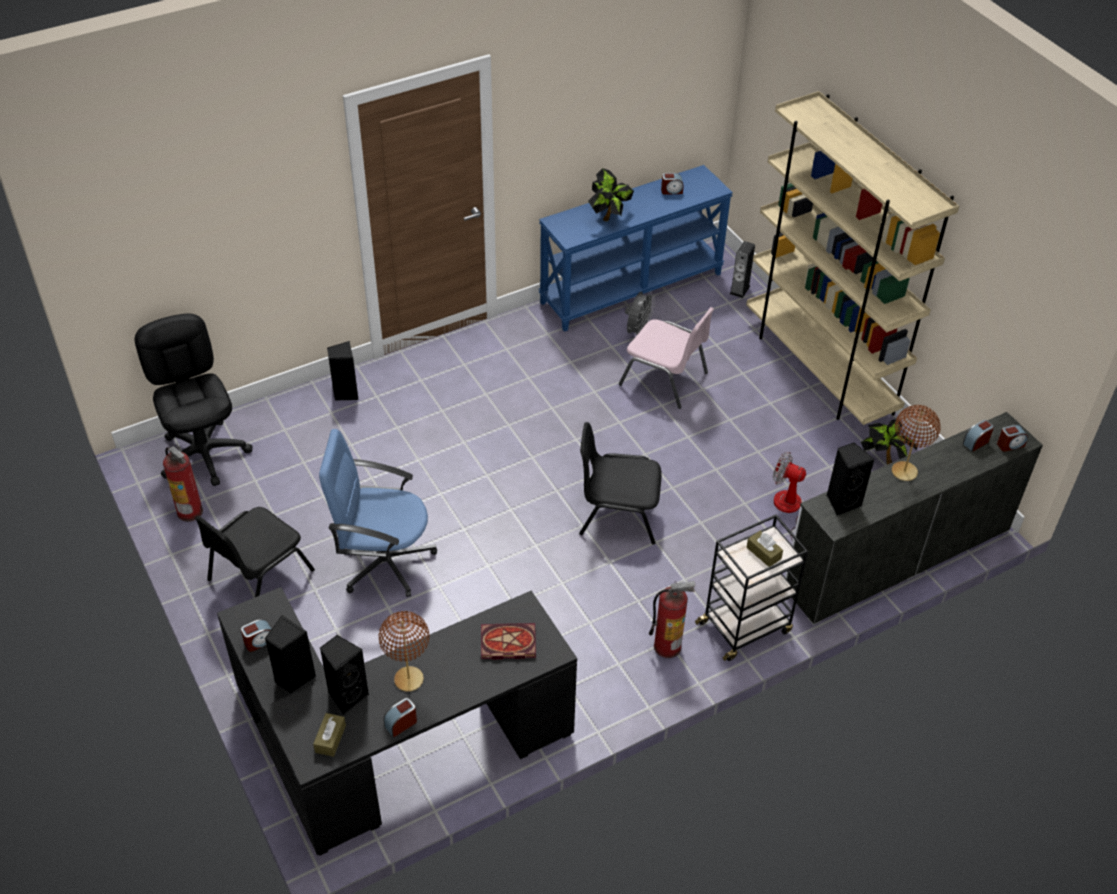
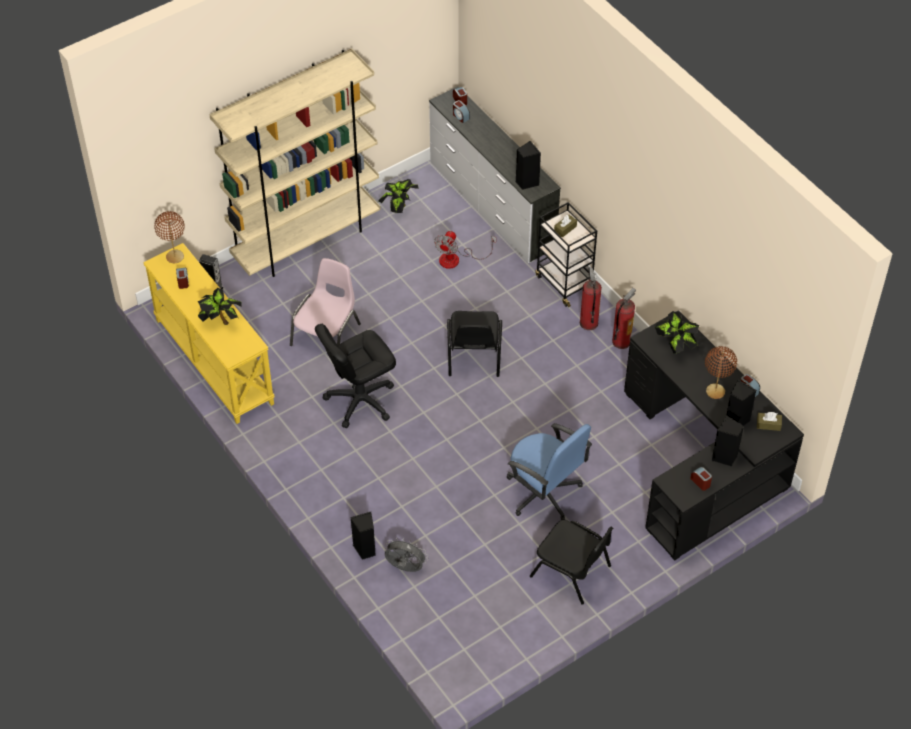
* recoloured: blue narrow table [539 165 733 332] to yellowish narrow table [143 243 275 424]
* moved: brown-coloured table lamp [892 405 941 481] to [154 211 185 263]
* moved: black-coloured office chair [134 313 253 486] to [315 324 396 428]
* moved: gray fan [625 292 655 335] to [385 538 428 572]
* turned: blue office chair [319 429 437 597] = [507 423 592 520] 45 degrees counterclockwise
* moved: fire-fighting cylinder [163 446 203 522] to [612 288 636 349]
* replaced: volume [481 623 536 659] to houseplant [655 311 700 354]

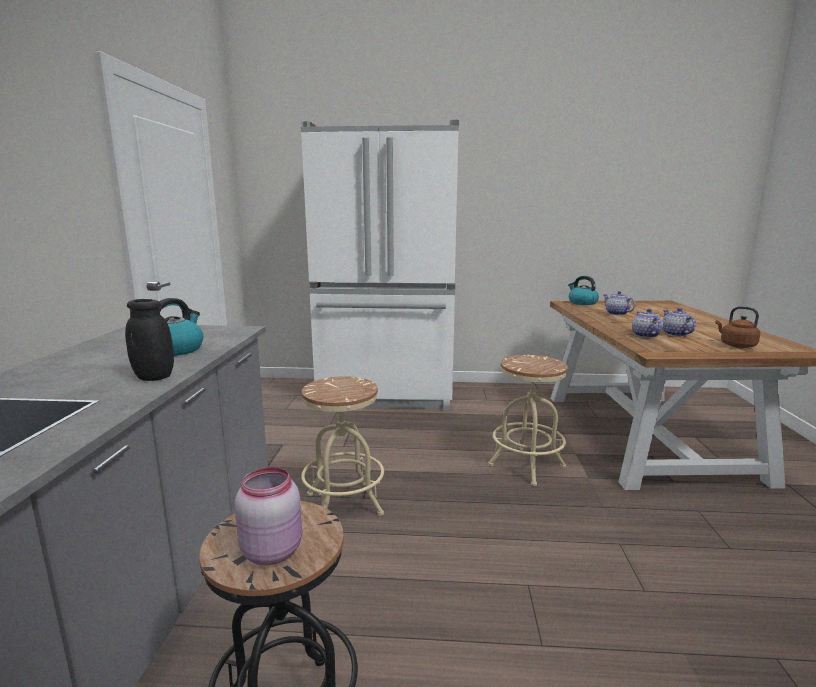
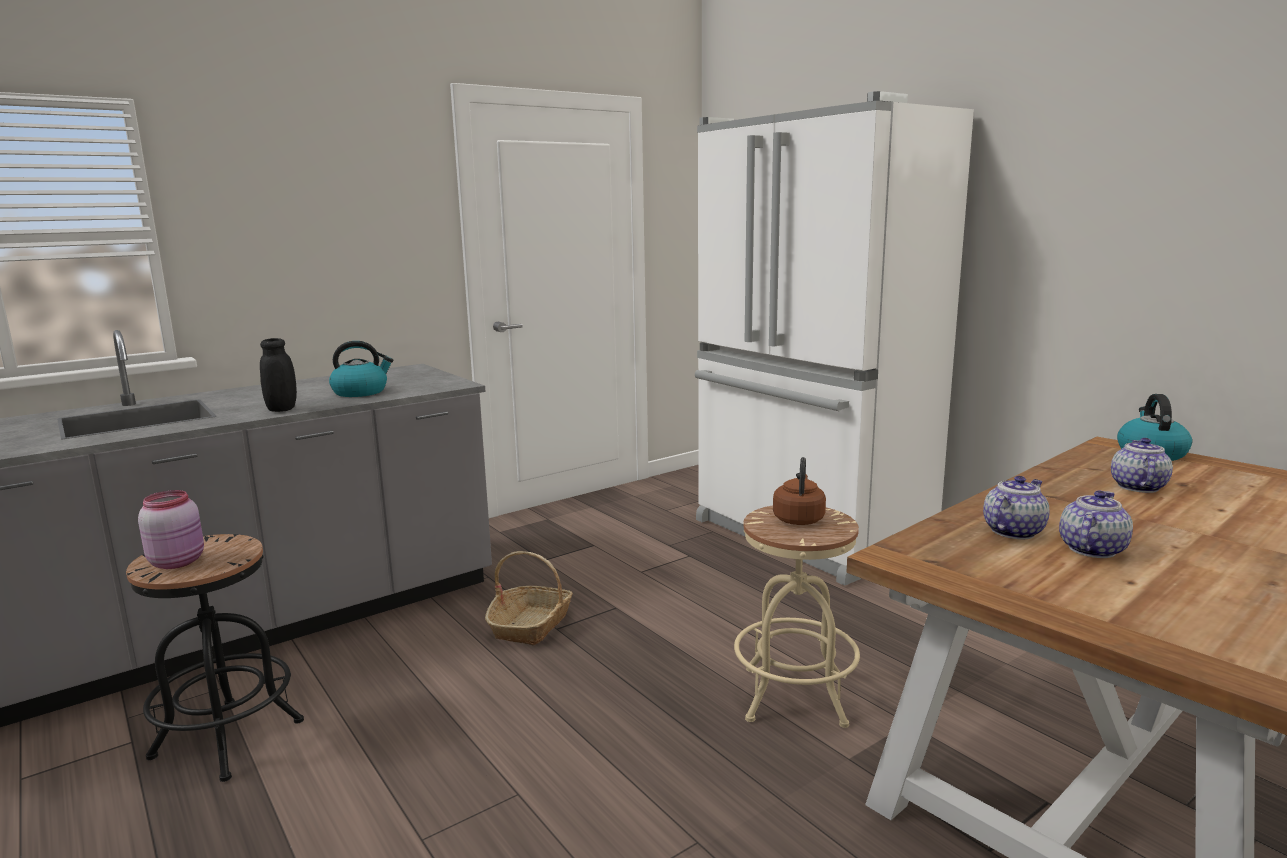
* replaced: beige sitting stool [301 376 384 516] to household basket [485 551 573 645]
* moved: brown-coloured water kettle [715 306 760 348] to [773 457 826 525]

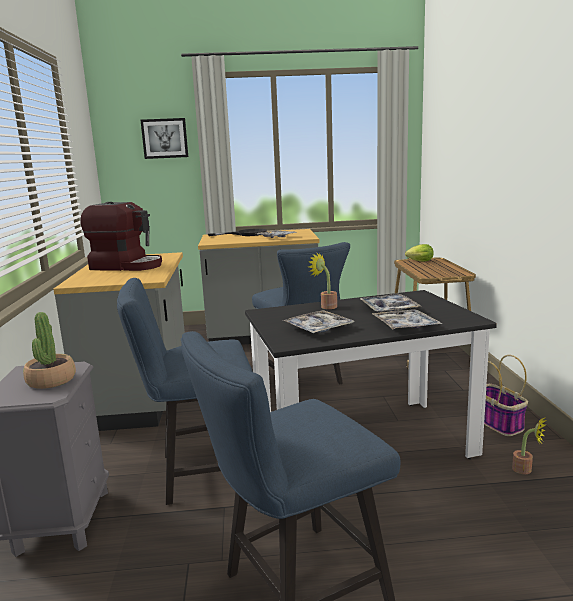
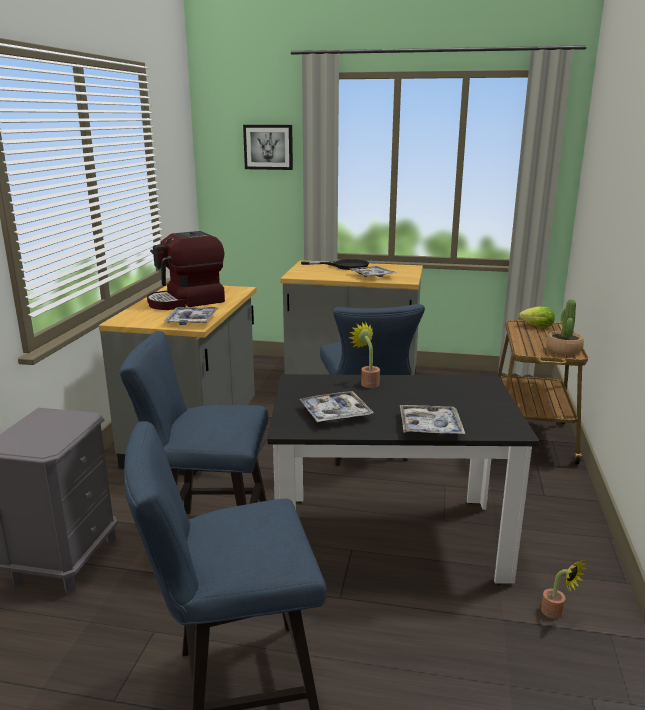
* turned: coffee brewer [80 202 162 271] = [147 231 225 310] 120 degrees clockwise
* moved: carrying tray [360 294 421 312] to [164 307 218 325]
* moved: houseplant [23 312 76 389] to [546 299 584 355]
* removed: household basket [484 355 528 436]

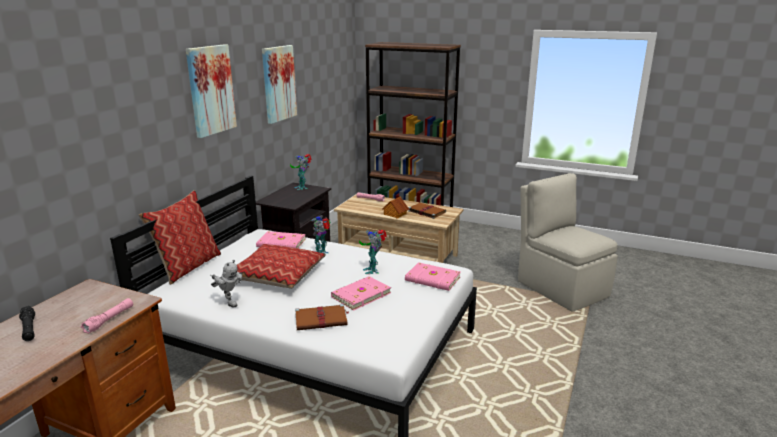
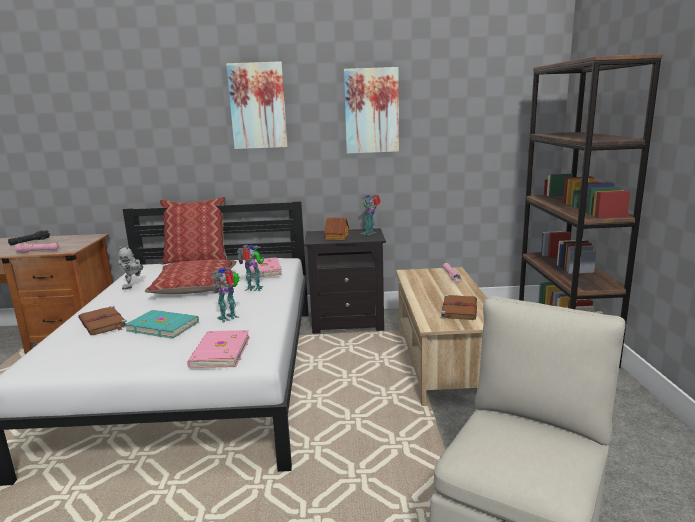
* recoloured: pink-coloured volume [331 276 391 311] to turquoise volume [124 310 199 339]
* moved: miniature house [382 196 409 218] to [324 218 349 240]

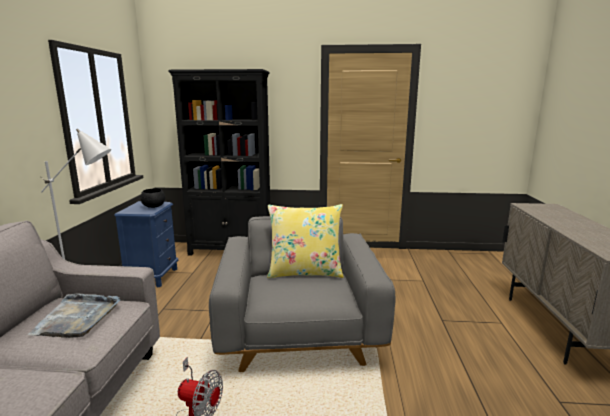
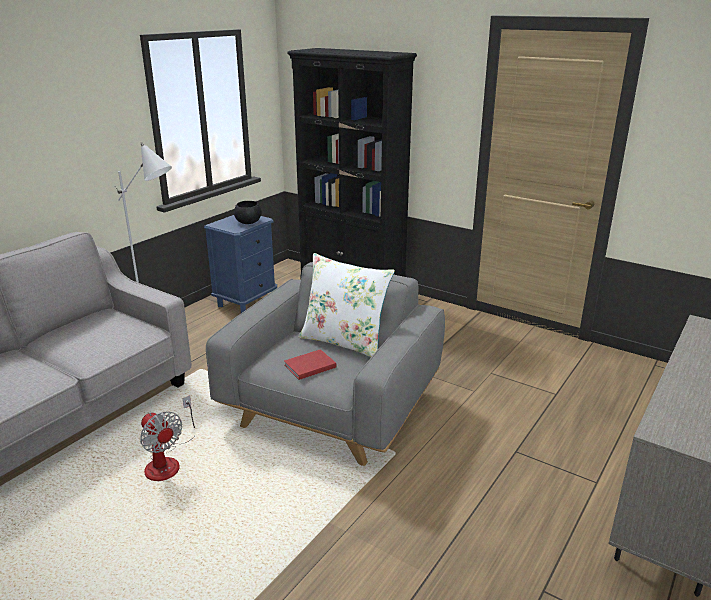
* added: red-coloured volume [284 349 336 380]
* recoloured: yellowish pillow [267 204 344 278] to whitish pillow [299 253 395 357]
* removed: gray carrying tray [28 293 120 338]

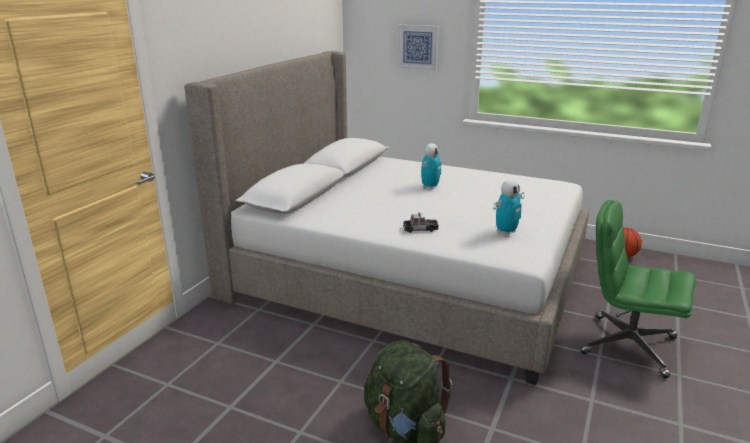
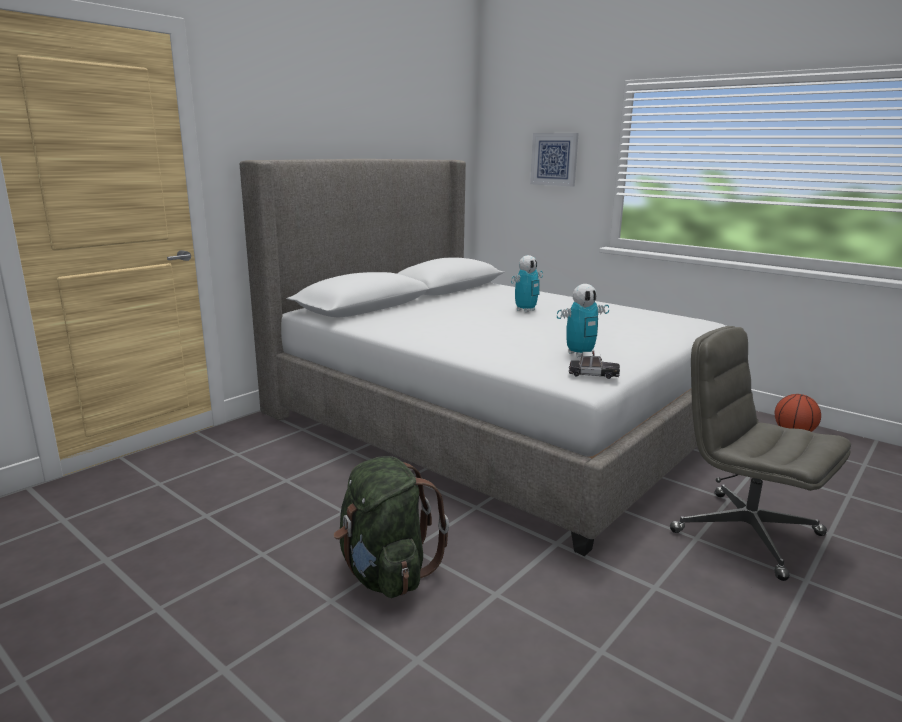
* moved: model car [403 213 439 233] to [569 349 620 379]
* recoloured: green-coloured office chair [581 200 696 378] to gray office chair [670 326 851 581]

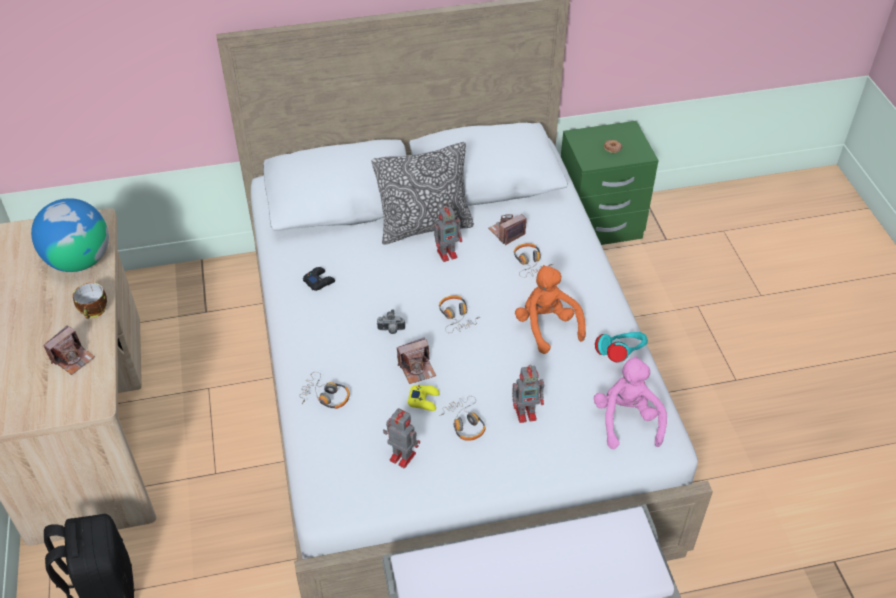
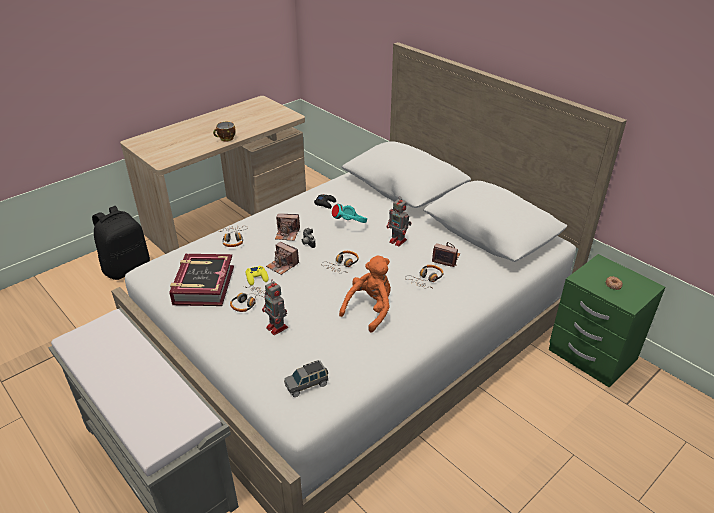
* replaced: robot figure [383 408 420 468] to volume [169 254 234 306]
* moved: still camera [43 325 95 375] to [275 214 300 241]
* replaced: pink-coloured soft toy [594 356 667 449] to gray model car [284 360 328 397]
* moved: turquoise headset [595 332 648 363] to [332 204 367 223]
* removed: desk globe [31 198 109 272]
* removed: pillow [372 142 474 245]

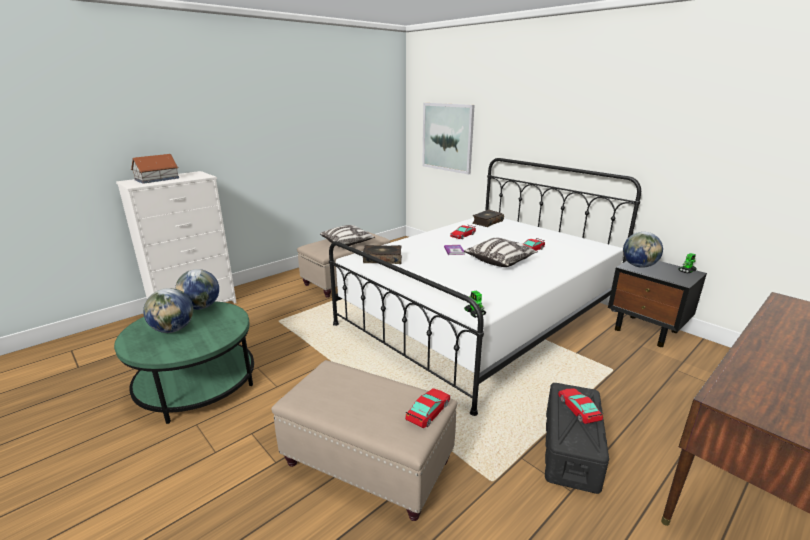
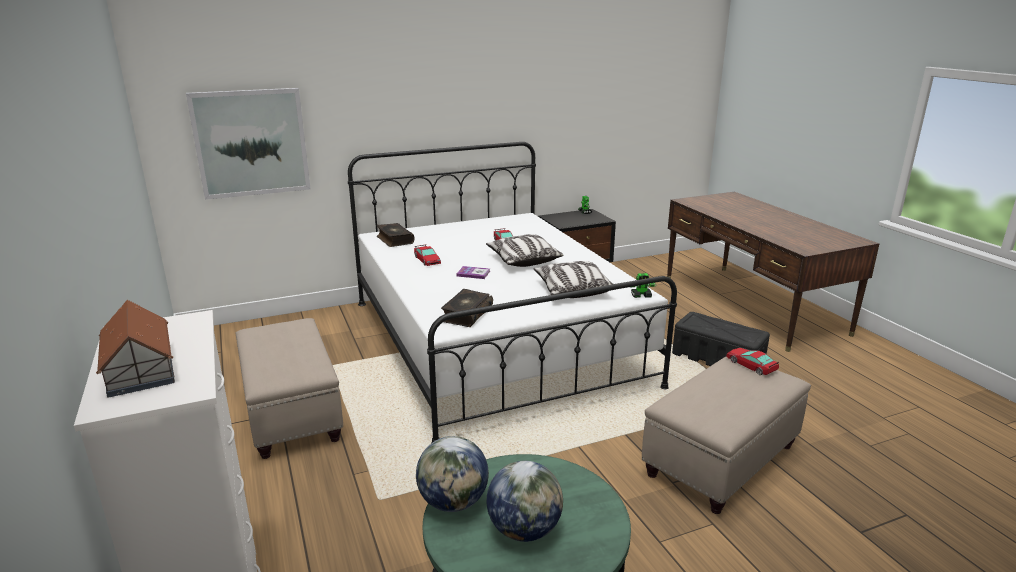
* moved: pillow [320 225 375 246] to [534 261 613 298]
* removed: model car [558 388 603 424]
* removed: desk globe [623 232 663 268]

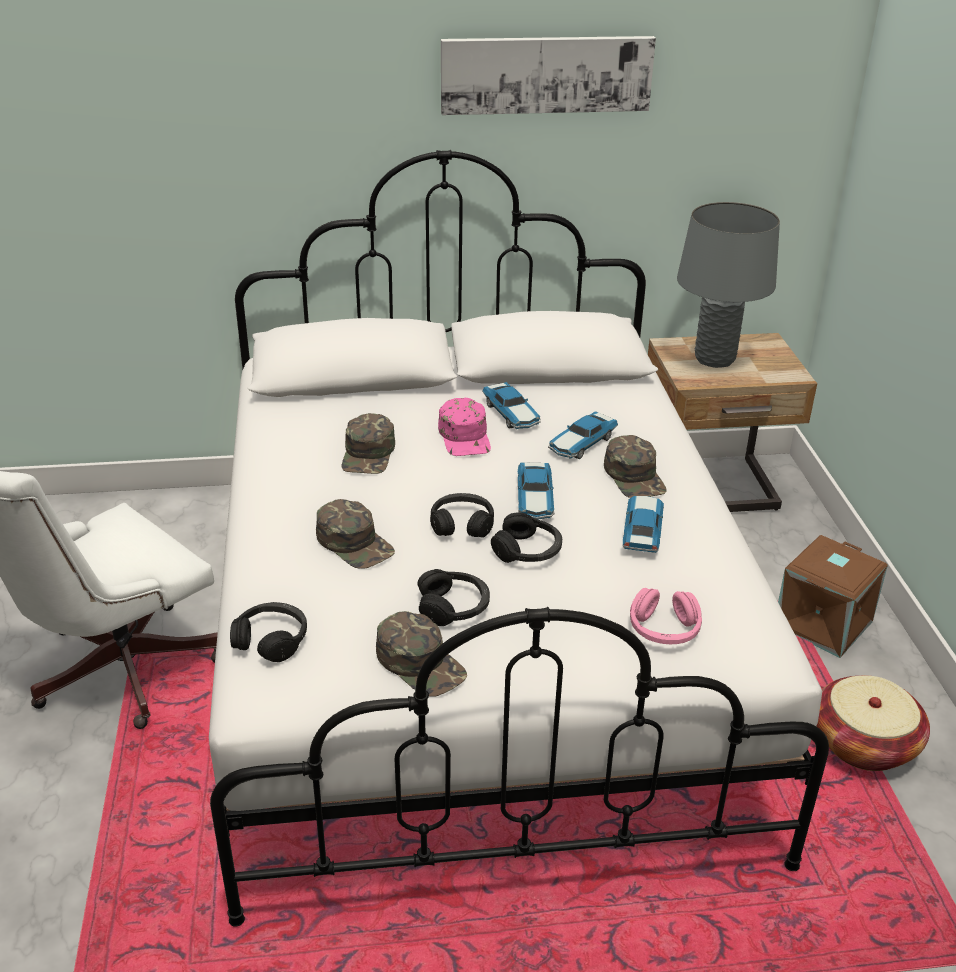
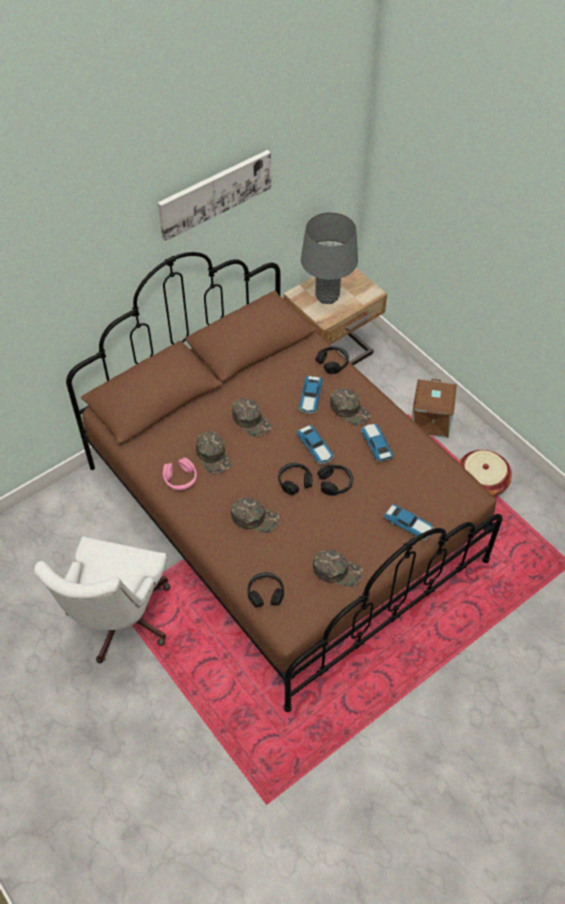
* recoloured: whitish bed [209 150 829 927] to brown-coloured bed [66 252 503 712]
* moved: pink-coloured headset [630 588 702 644] to [163 458 197 490]
* recoloured: pink-coloured baseball cap [438 398 491 456] to green-coloured baseball cap [232 398 272 437]
* moved: black-coloured headset [418 569 490 626] to [315 346 349 374]
* moved: model car [482 382 541 429] to [384 504 434 540]

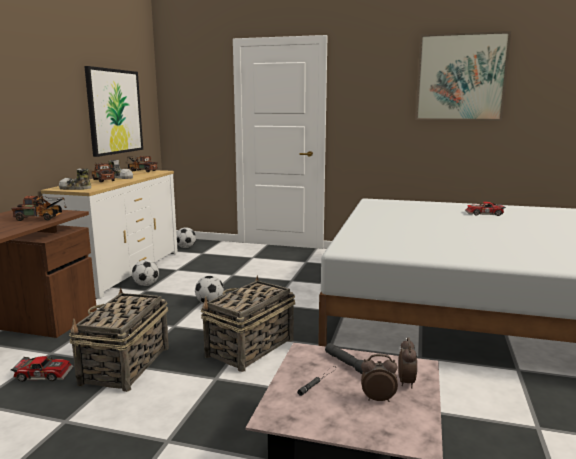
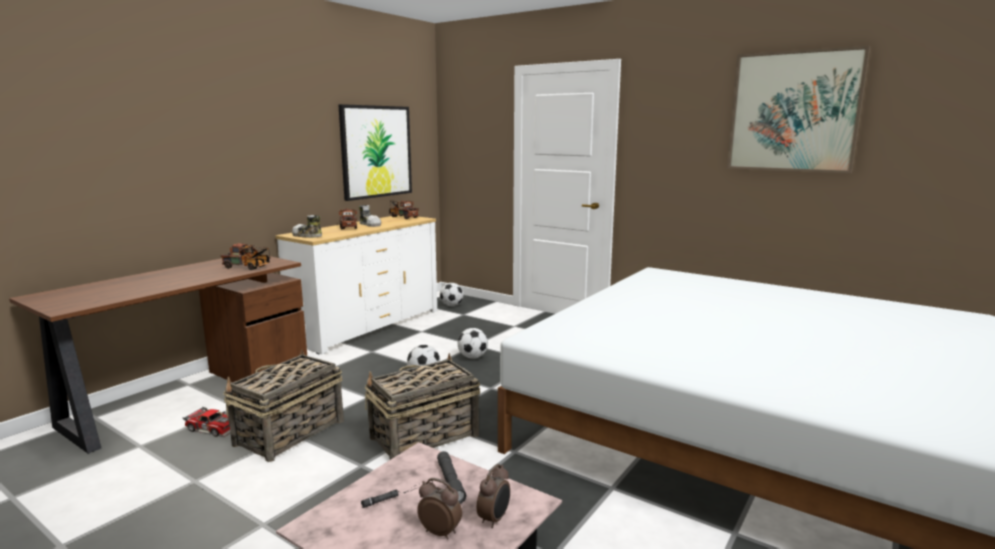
* moved: football ball [132 260 159 286] to [458 328 488 359]
* removed: model car [465 202 506 216]

